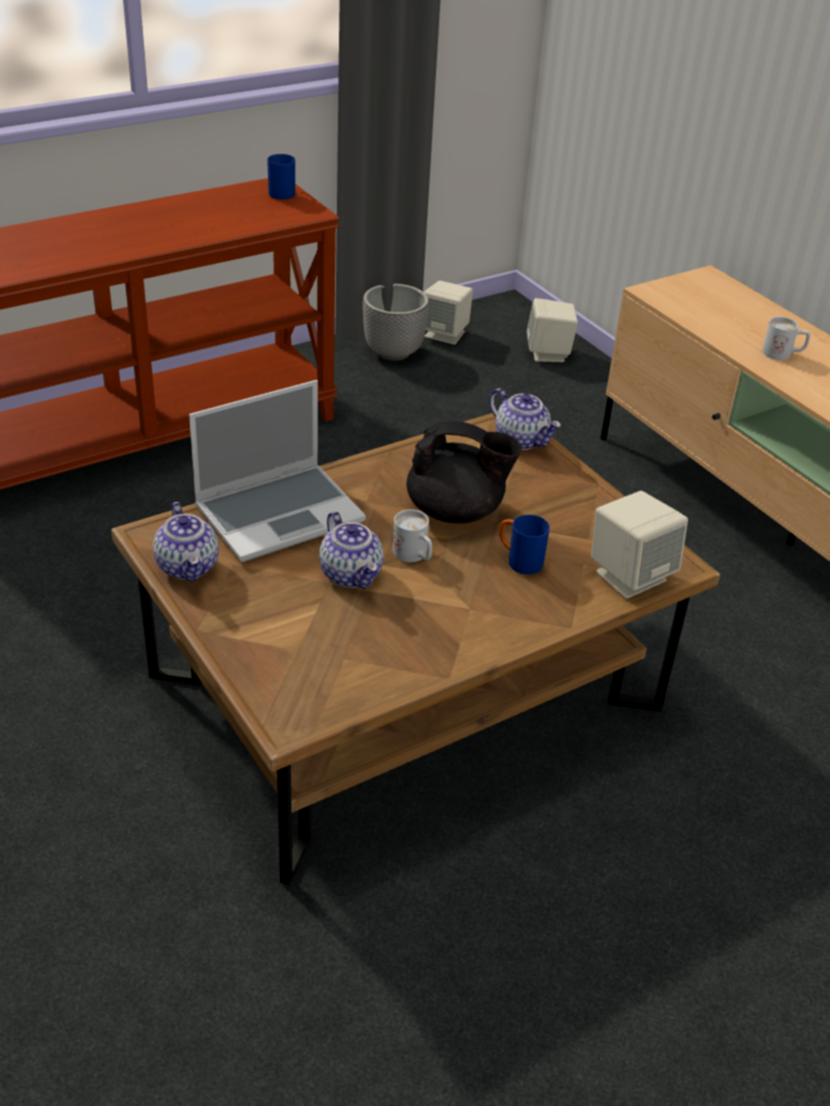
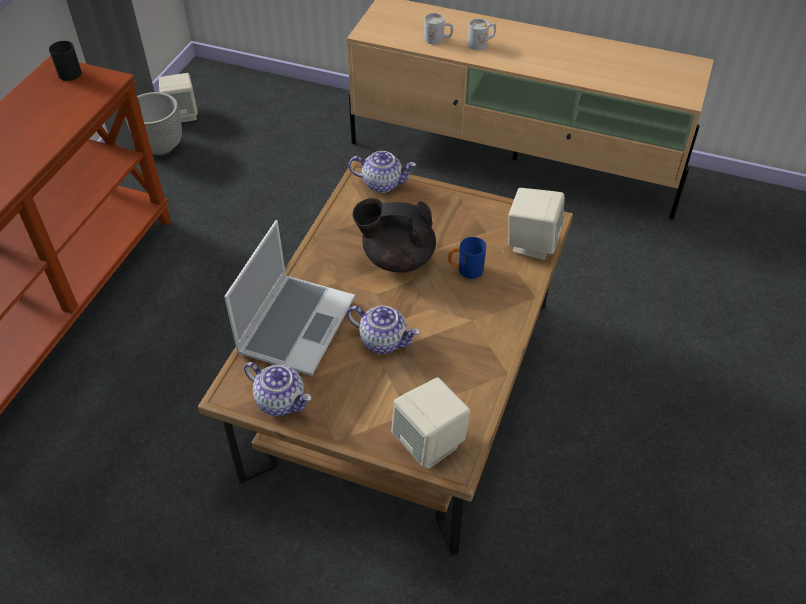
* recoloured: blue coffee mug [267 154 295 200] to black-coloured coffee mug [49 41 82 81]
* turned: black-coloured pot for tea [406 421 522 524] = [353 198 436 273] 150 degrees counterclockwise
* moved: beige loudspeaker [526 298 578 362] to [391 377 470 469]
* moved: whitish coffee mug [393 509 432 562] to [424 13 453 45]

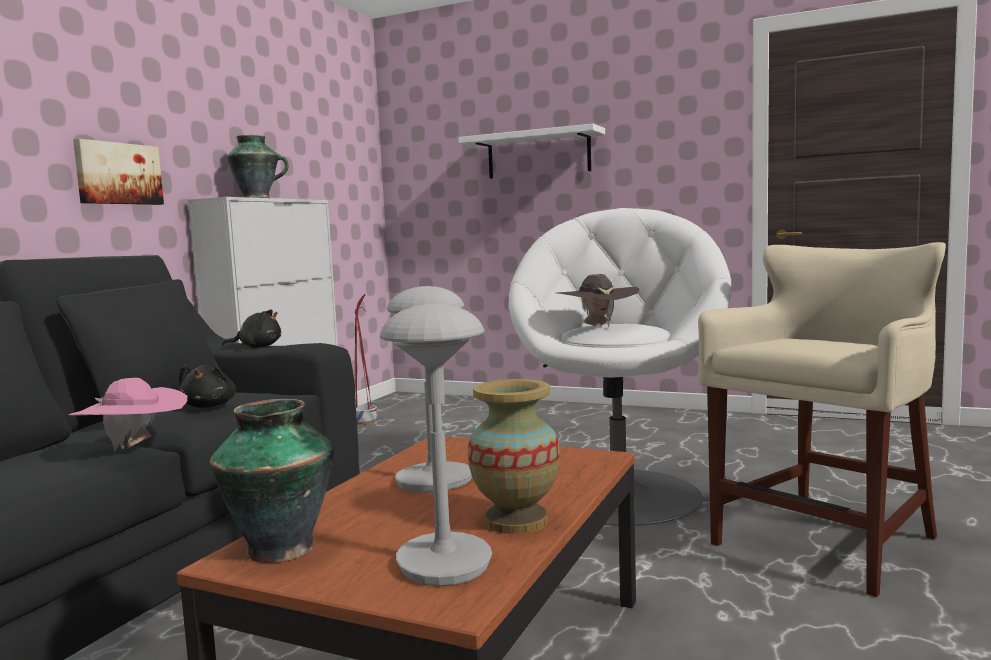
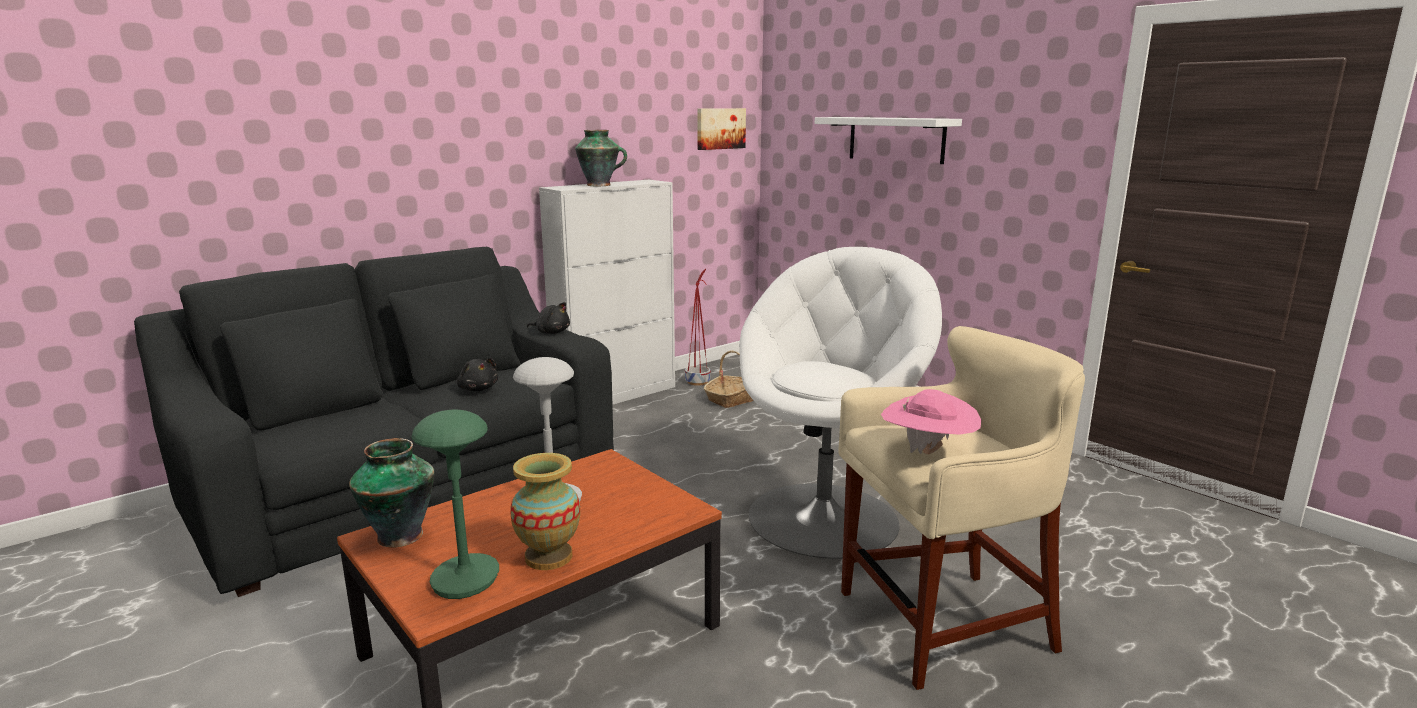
* recoloured: gray table lamp [380 304 492 586] to green-coloured table lamp [412 410 499 599]
* turned: black-coloured soft toy [179 365 236 408] = [457 358 498 391] 60 degrees counterclockwise
* moved: wall picture [73 139 164 205] to [697 108 746 150]
* added: household basket [704 351 753 408]
* moved: pink-coloured wearable hat [69 378 187 451] to [881 389 981 454]
* removed: brown-coloured wearable hat [558 274 639 327]

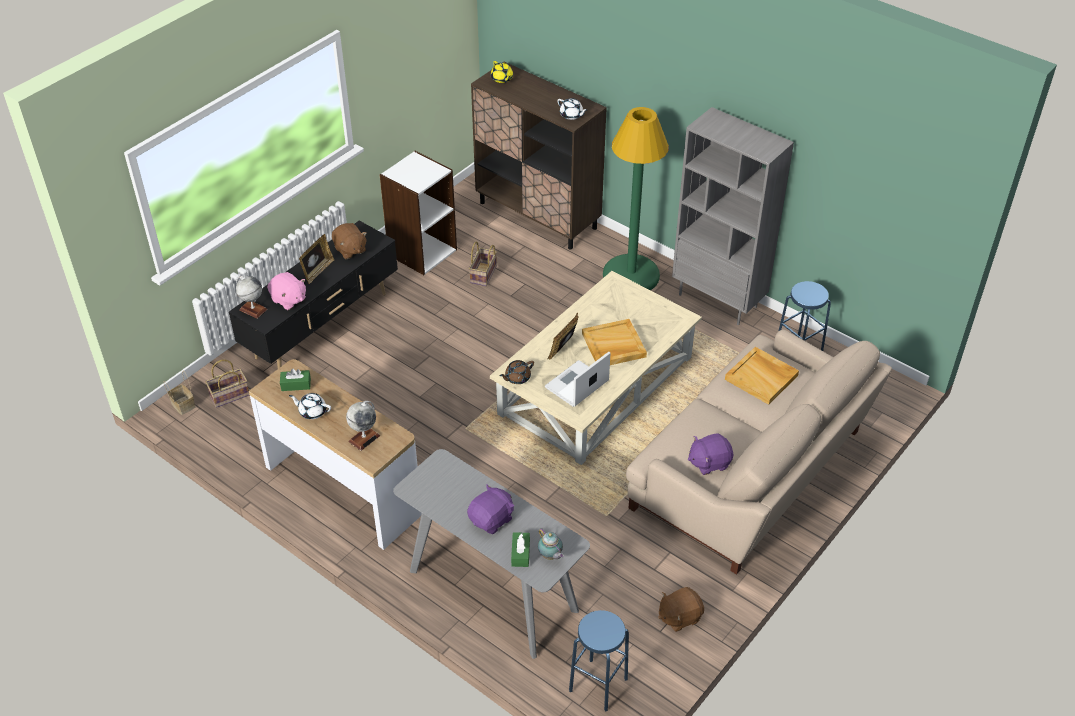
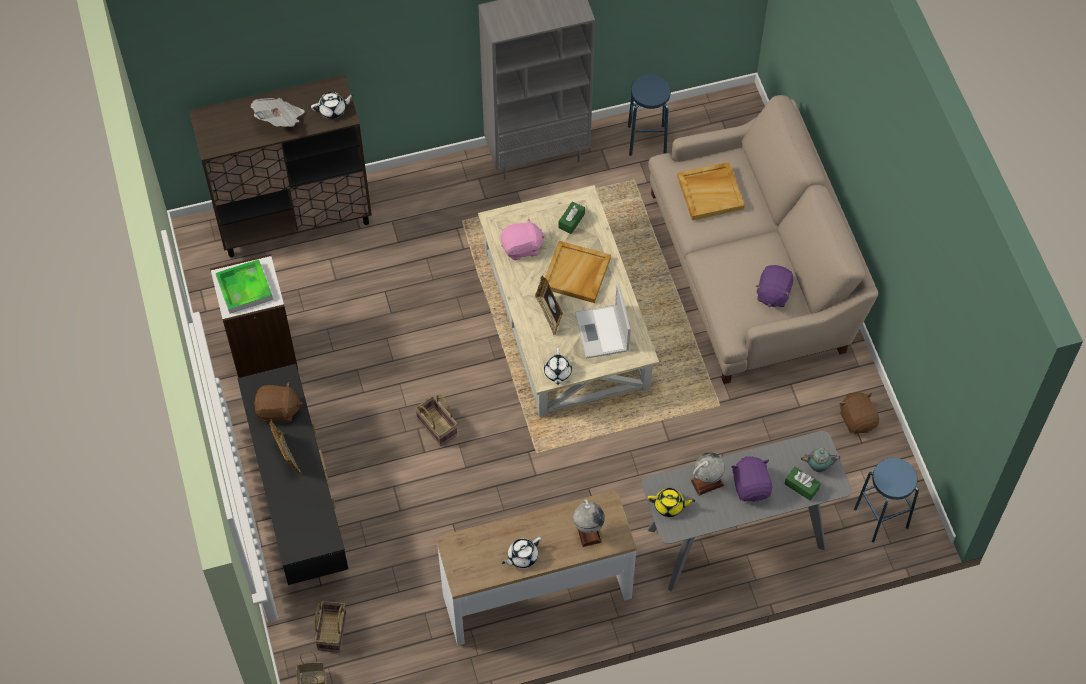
* added: carrying tray [216 259 273 314]
* added: printed paper [251 98 305 127]
* moved: household basket [469 242 497 286] to [415 394 458 446]
* moved: pink-coloured soft toy [267 272 306 310] to [501 218 545 260]
* recoloured: brown-coloured pot for tea [500 360 534 384] to whitish pot for tea [544 348 572 385]
* moved: green-coloured tissue holder [280 369 311 391] to [558 201 585 234]
* moved: yellowish pot for tea [491 61 513 83] to [647 488 696 517]
* moved: desk globe [236 276 268 319] to [691 452 725 496]
* turned: brown-coloured soft toy [658 587 704 632] = [840 392 879 434] 150 degrees clockwise
* removed: green-coloured standing lamp [603 107 669 290]

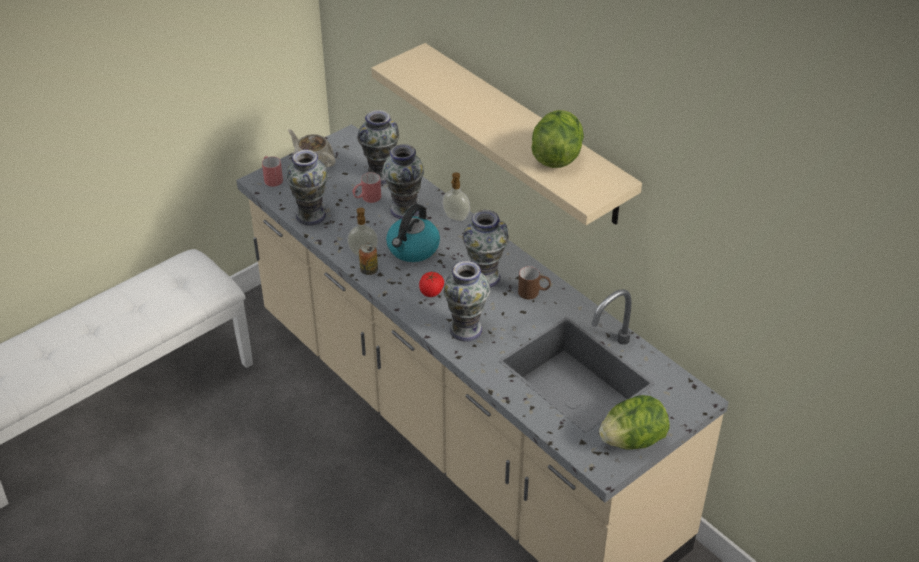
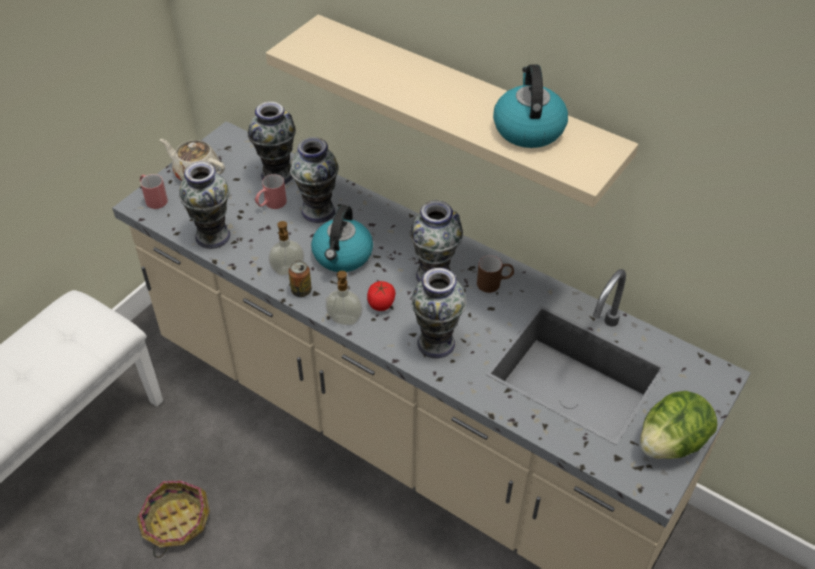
* added: household basket [137 481 210 558]
* moved: liquid soap bottle [442 172 470 221] to [325 271 363 325]
* replaced: lettuce head [531 110 584 168] to water kettle [493 65 568 148]

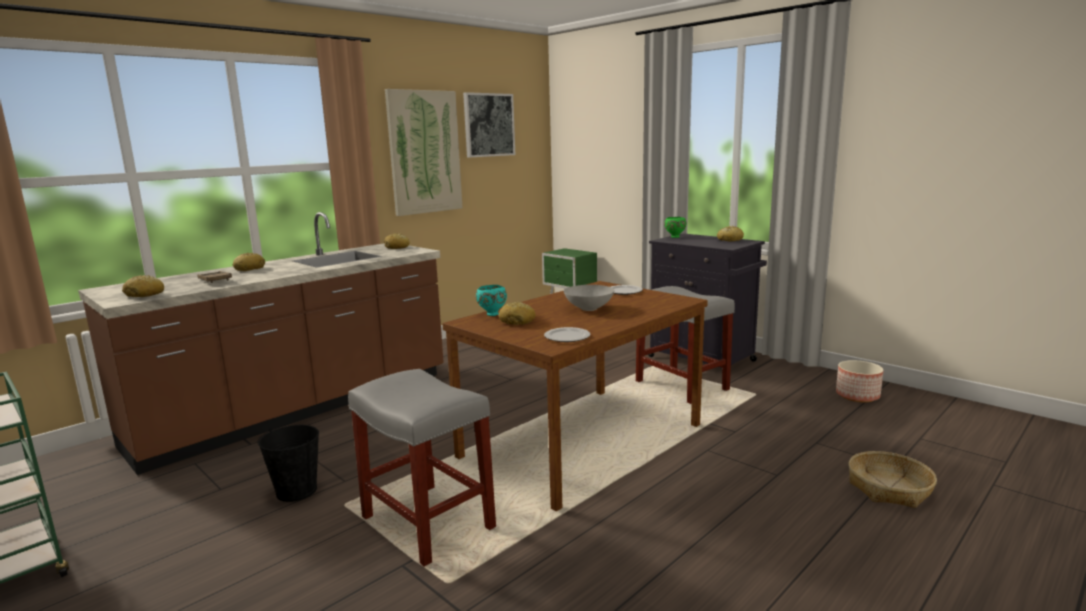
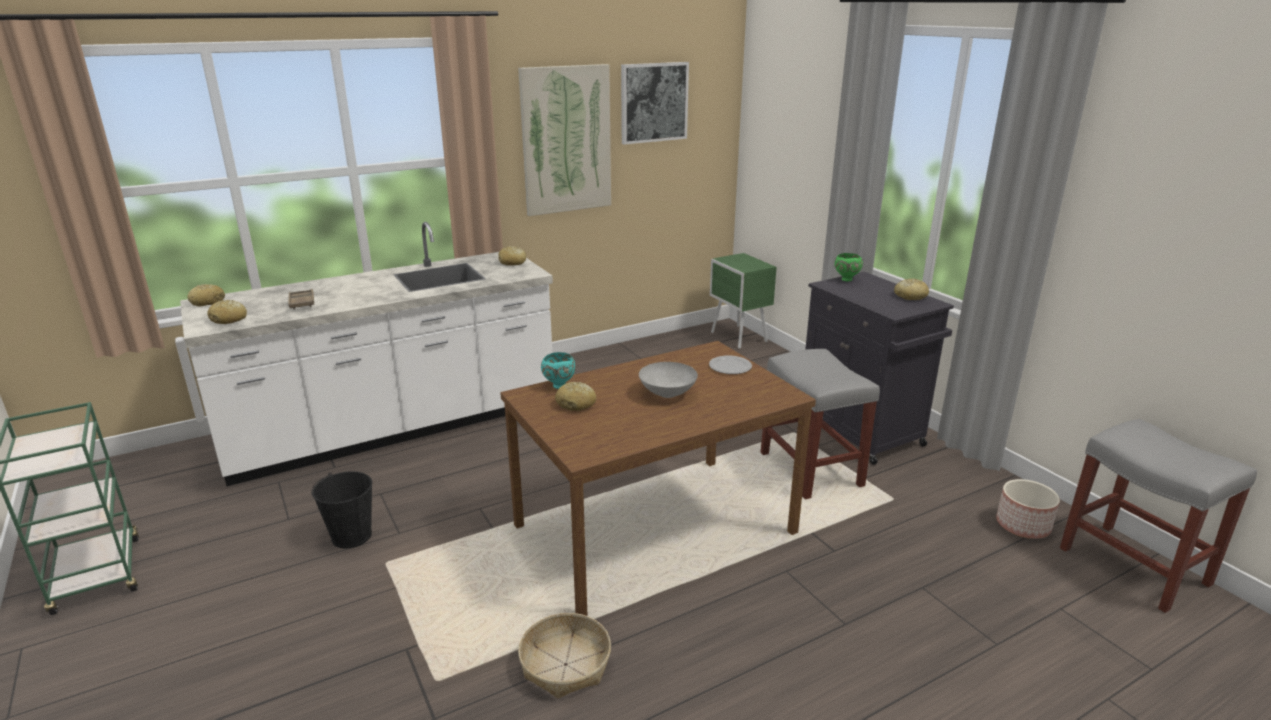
* recoloured: brown-coloured counter [78 212 444 475] to whitish counter [180 222 553 486]
* moved: bakery bread [232 253 265 271] to [187 284 225 306]
* moved: household basket [849 451 937 508] to [518 613 611 699]
* moved: gray sitting stool [348 369 496 567] to [1060 419 1257 613]
* removed: plate [544 327 591 342]

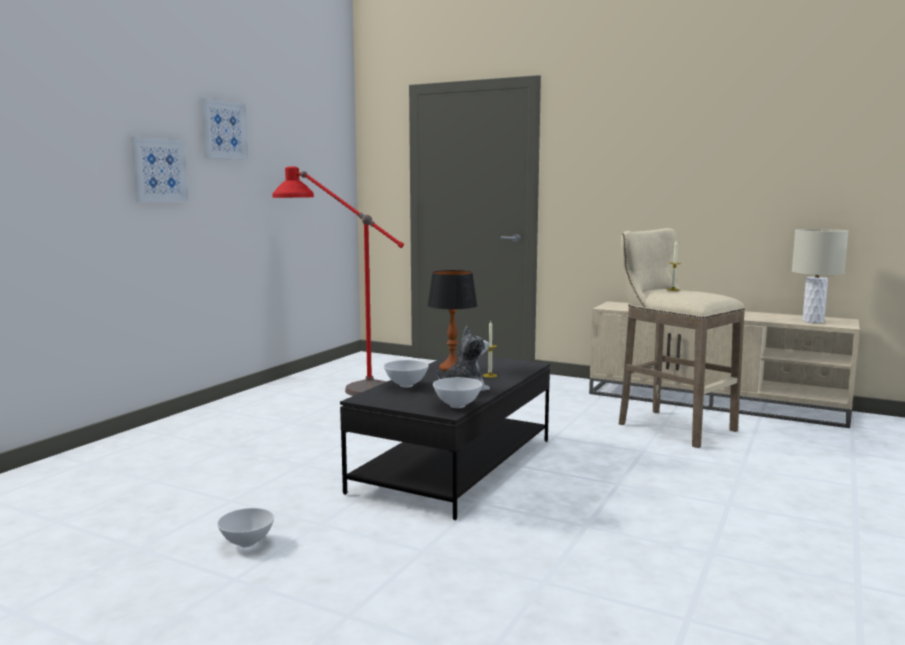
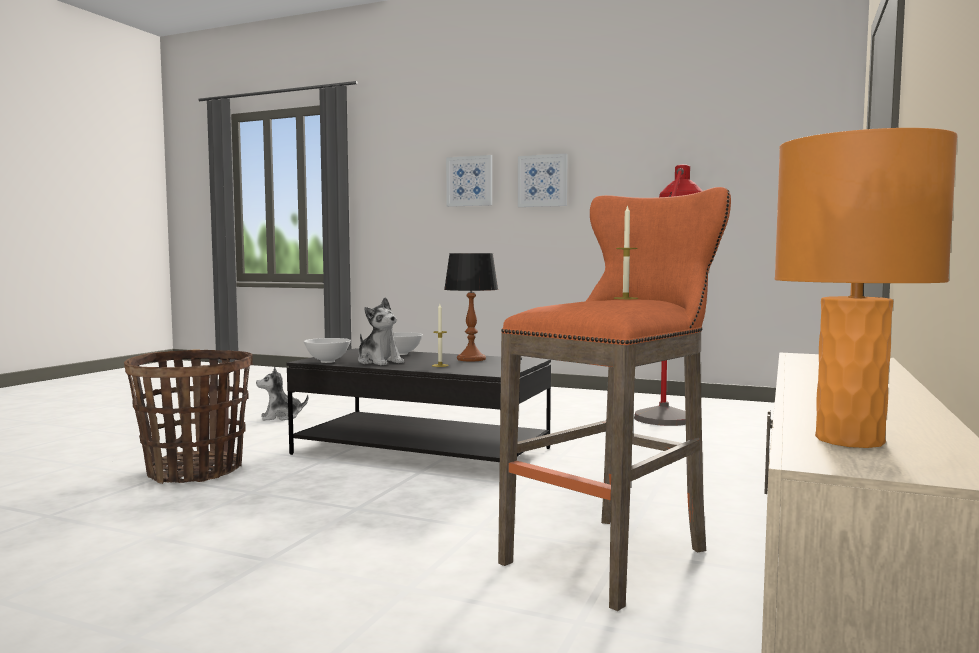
* added: household basket [124 349 253 484]
* replaced: whitish serving bowl [217 508 274 548] to soft toy [256 367 308 421]
* moved: wall picture [201 98 248 160] to [446 155 492 207]
* recoloured: beige sitting stool [619 228 745 448] to orange sitting stool [498 187 731 611]
* recoloured: beige table lamp [792 229 849 323] to orange table lamp [774 128 958 448]

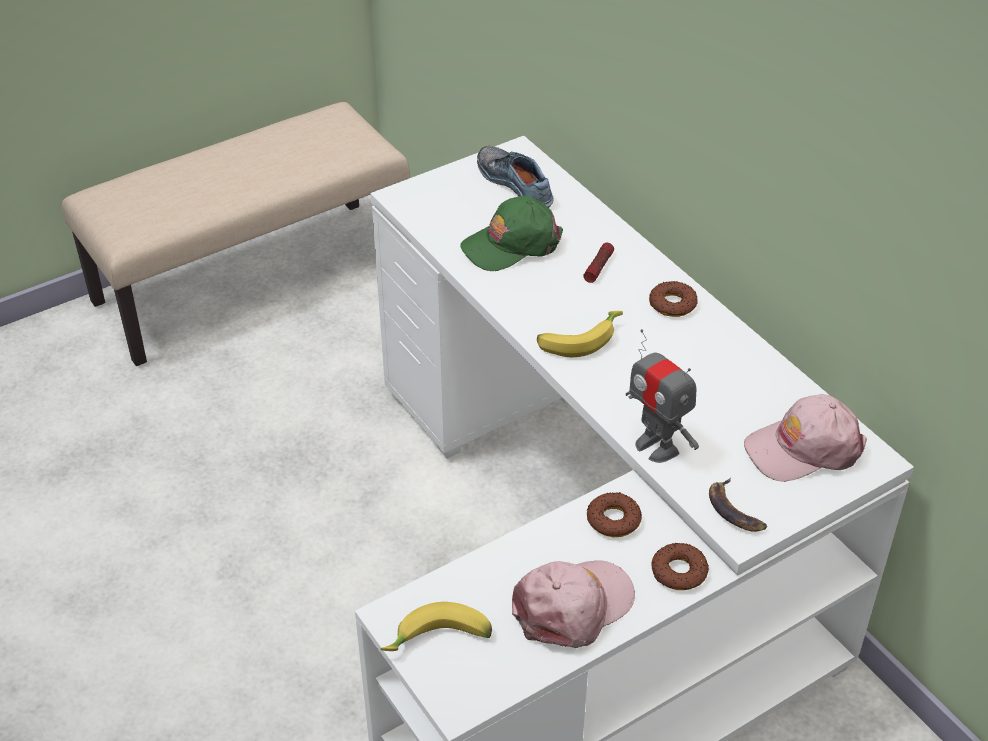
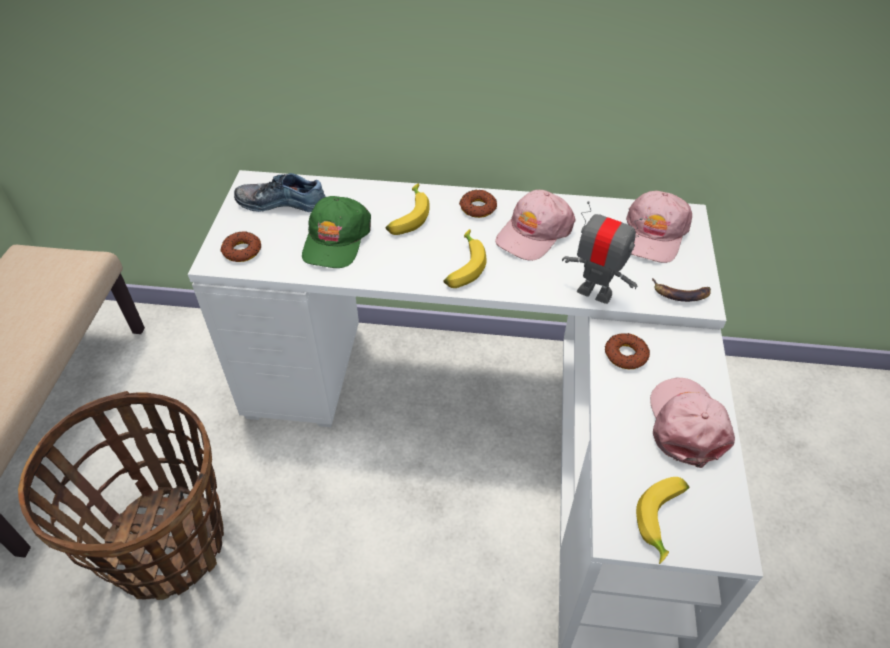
* added: household basket [18 391 224 600]
* moved: doughnut [652 543 709 590] to [220 231 261 262]
* replaced: hand torch [583 243 614 283] to whole banana [386 183 429 235]
* added: pink-coloured baseball cap [495 190 576 261]
* turned: robot figure [626 329 699 463] = [562 201 643 304] 150 degrees counterclockwise

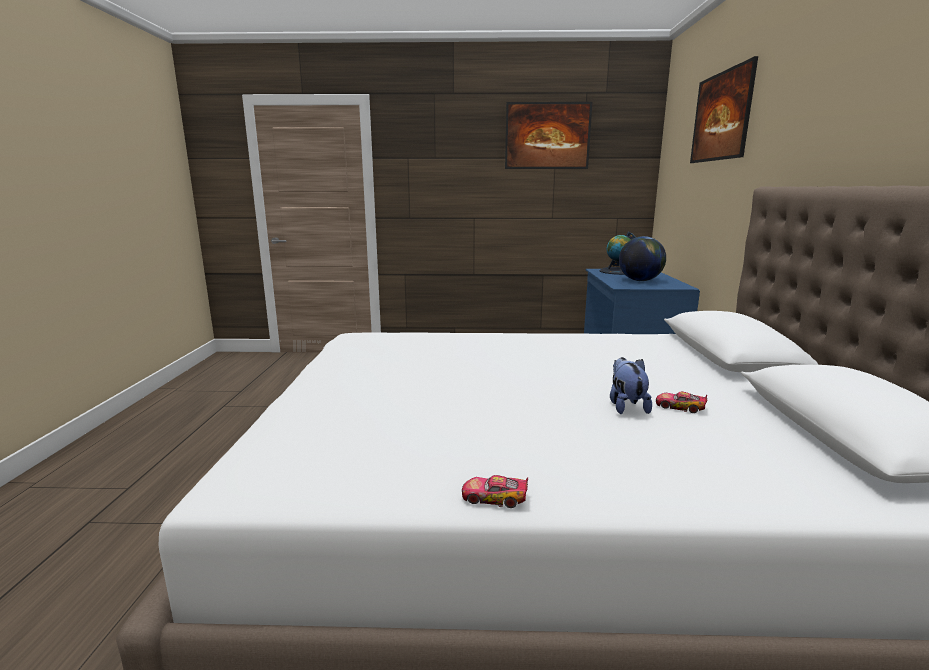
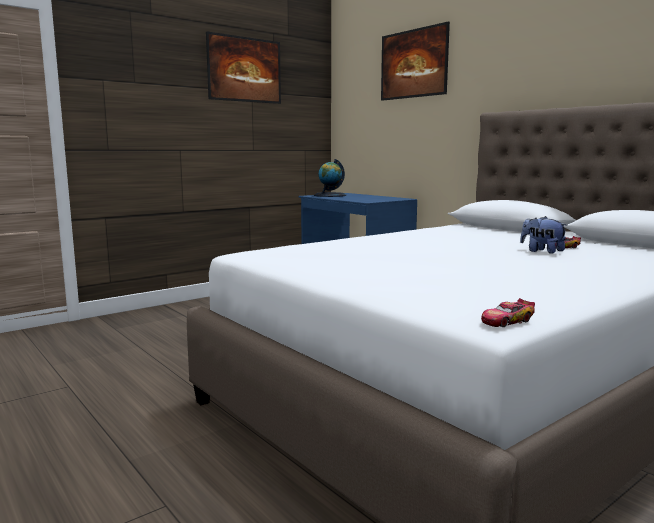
* moved: model car [462 475 528 508] to [481 298 535 327]
* removed: desk globe [619 236 666 281]

